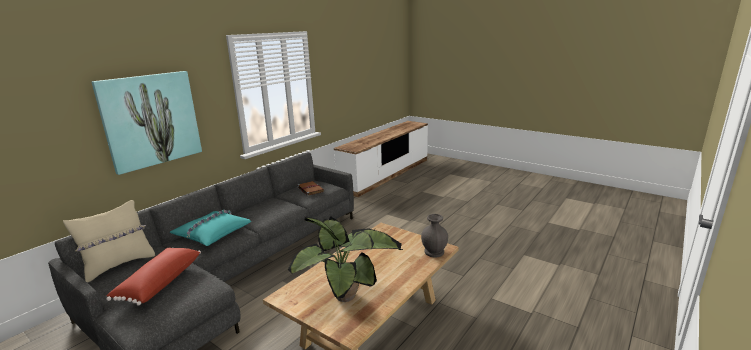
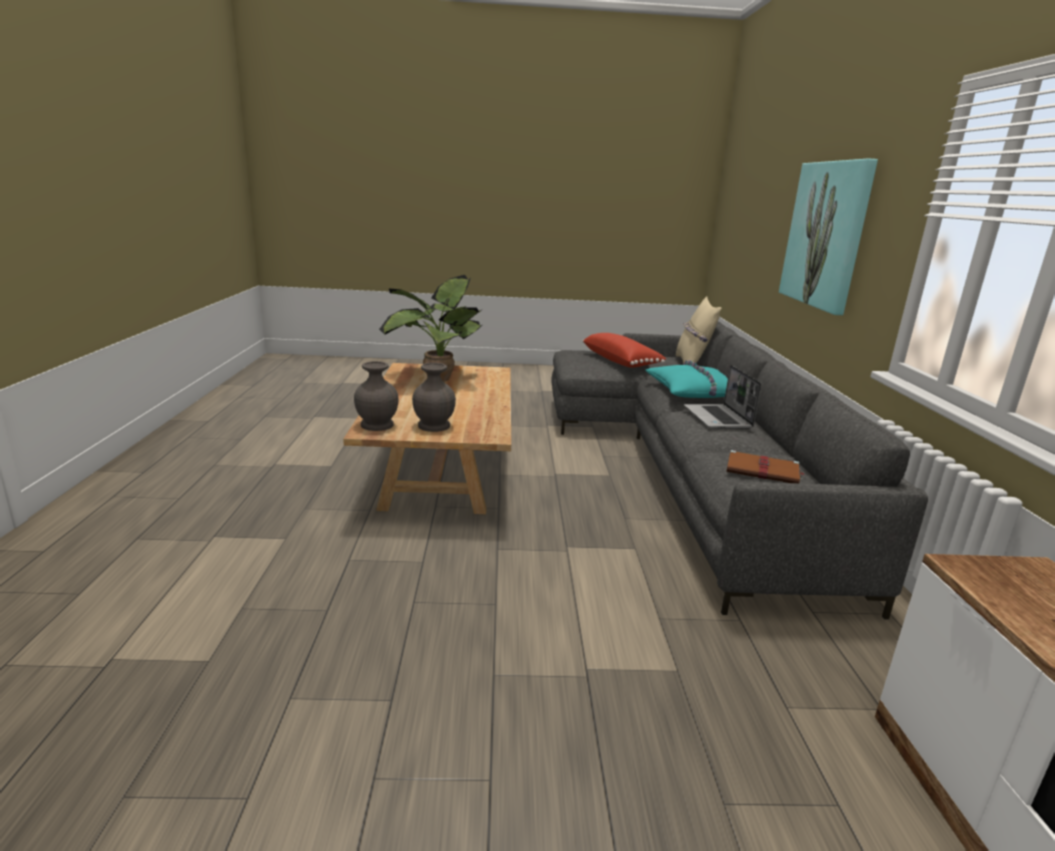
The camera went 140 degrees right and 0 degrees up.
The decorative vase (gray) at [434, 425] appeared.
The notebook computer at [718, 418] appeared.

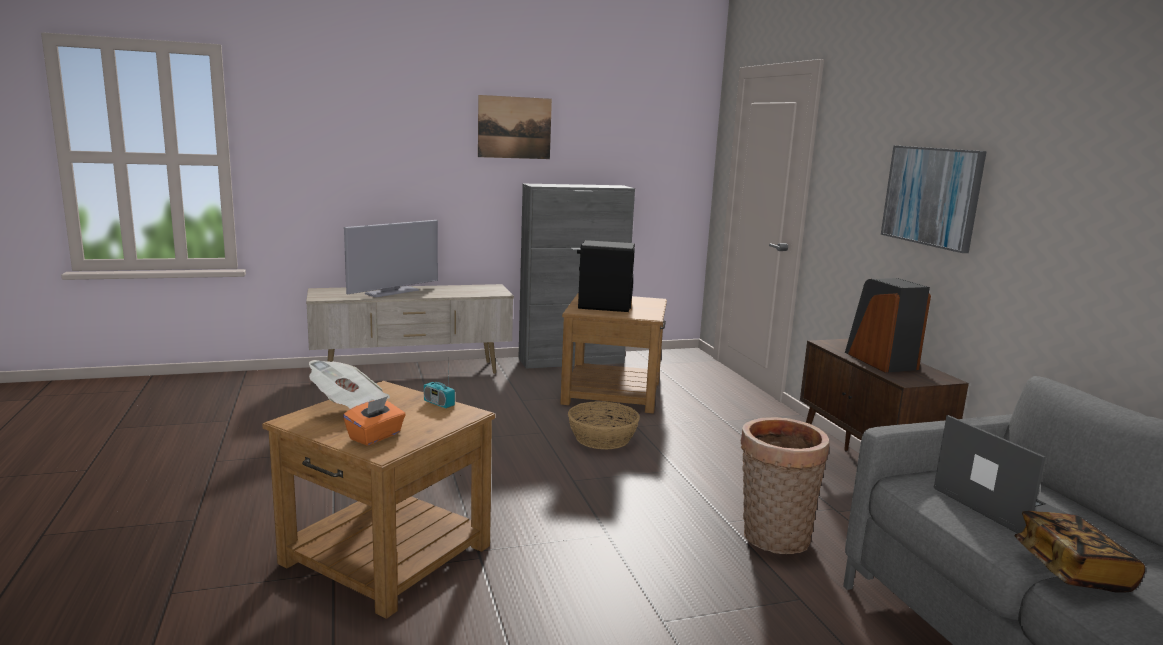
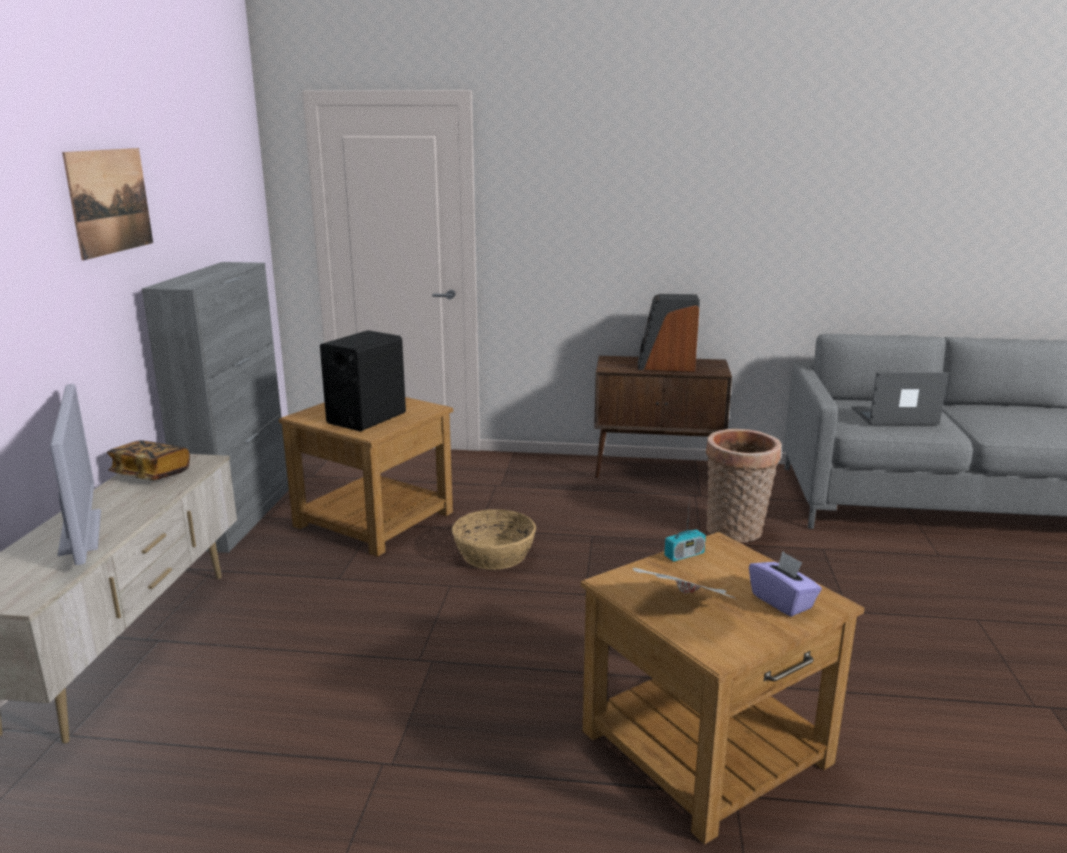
The camera went 65 degrees left and 5 degrees up.
The wall picture at [932, 196] disappeared.
The bound book moved from [1071, 570] to [151, 474].
The tissue box (orangey) at [375, 436] became the tissue box (purple-coloured) at [782, 601].

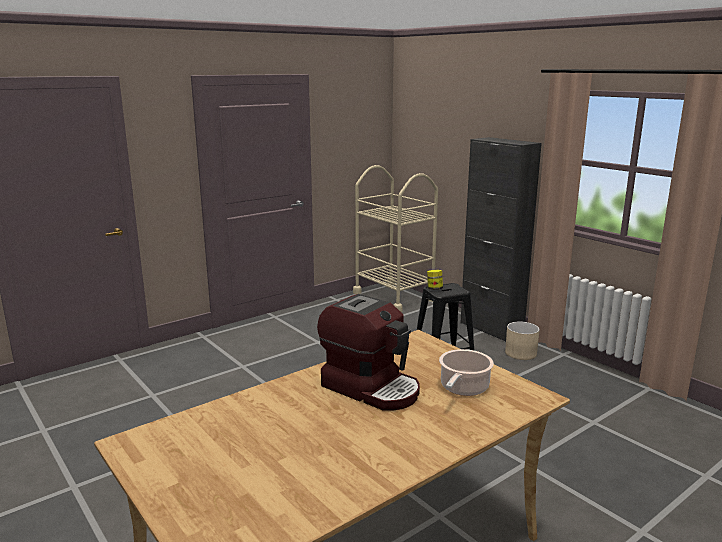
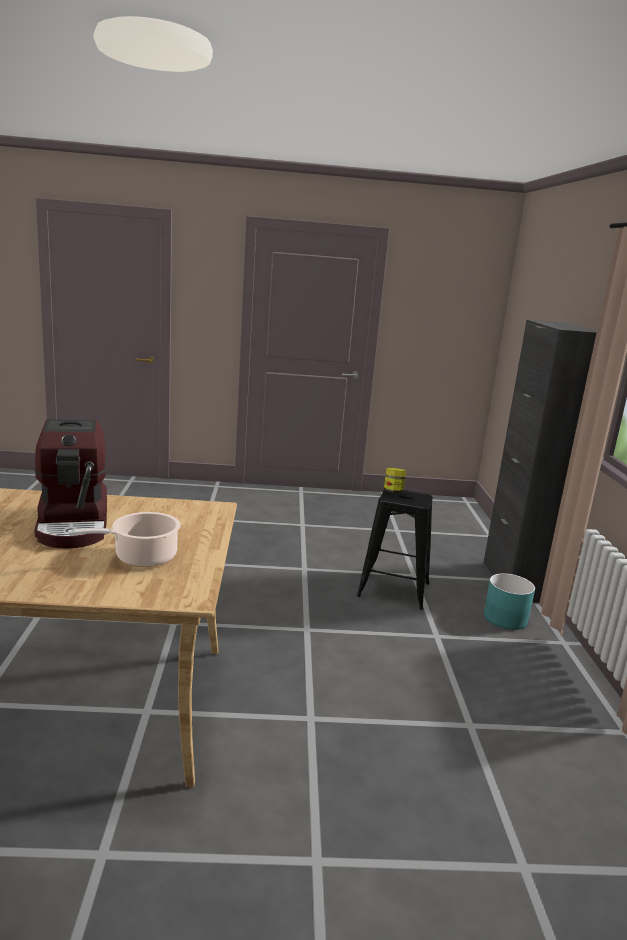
The camera went 35 degrees right and 0 degrees up.
The wheeled cart (beige-coloured) at [394, 297] disappeared.
The flower pot (beige-coloured) at [521, 353] became the flower pot (turquoise) at [505, 618].

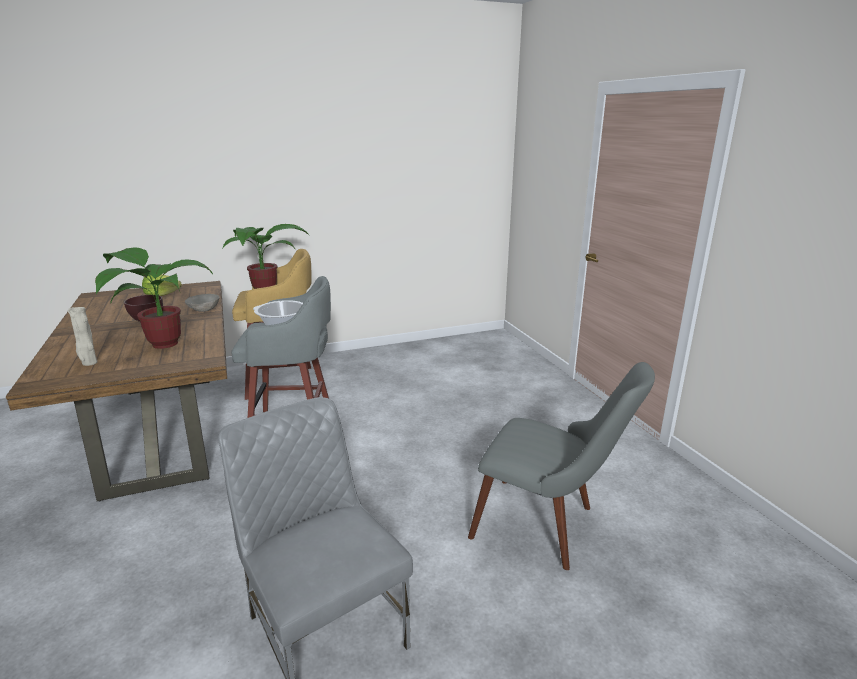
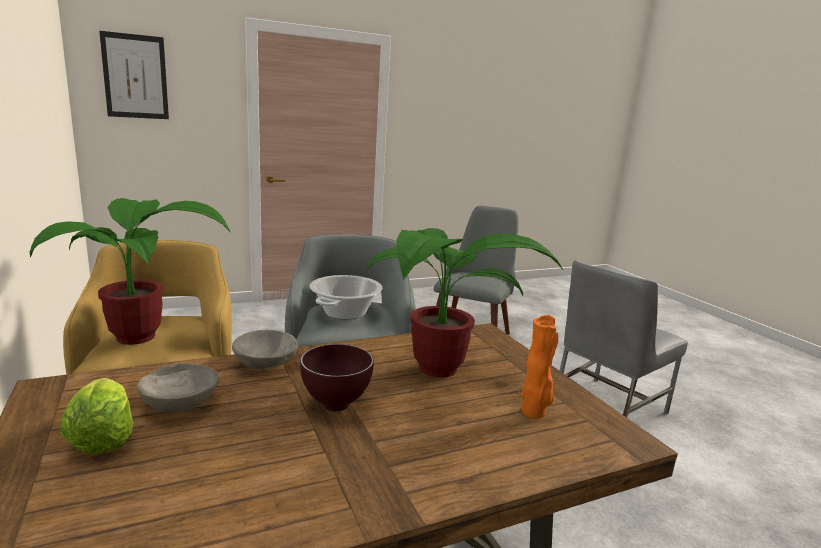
The camera went 95 degrees left and 5 degrees down.
The wall picture at [135, 76] appeared.
The bowl (gray) at [179, 405] appeared.
The decorative vase (beige-coloured) at [89, 363] became the decorative vase (orangey) at [534, 413].

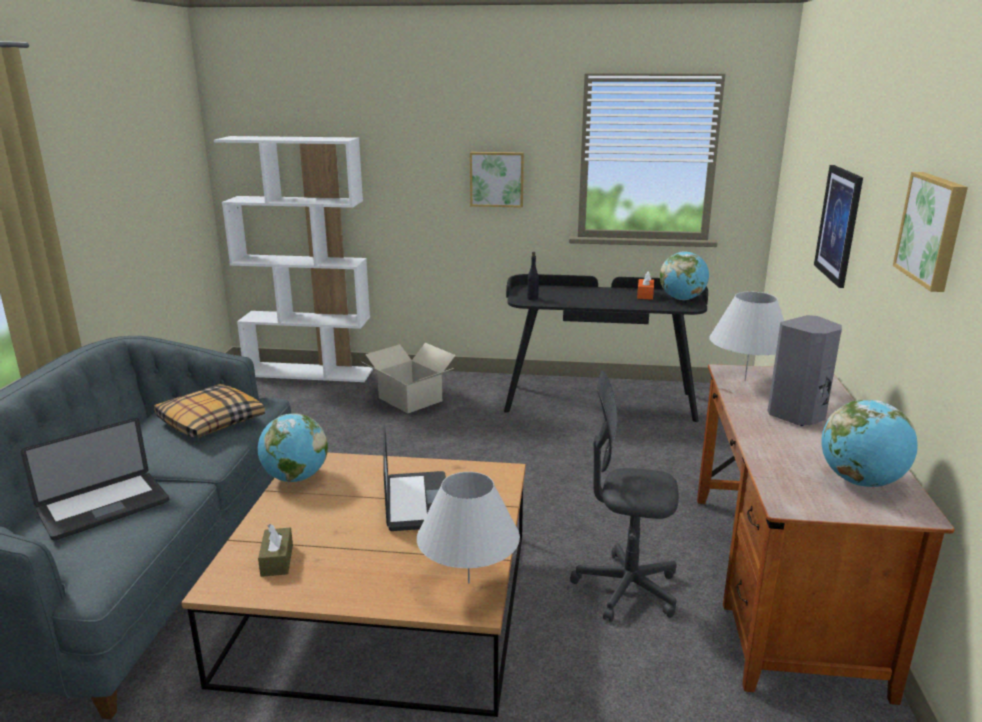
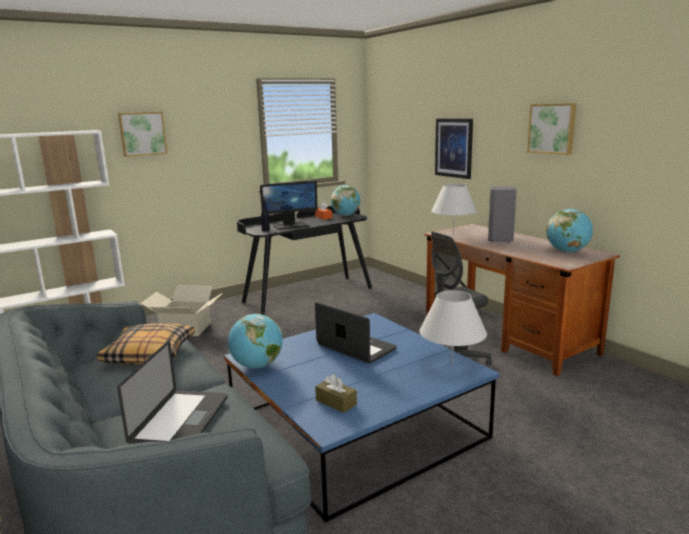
The camera went 40 degrees left and 5 degrees down.
The monitor at [291, 226] appeared.
The wall picture moved from [497, 179] to [142, 133].
The lounge table (brown-coloured) at [383, 604] became the lounge table (blue-coloured) at [356, 426].

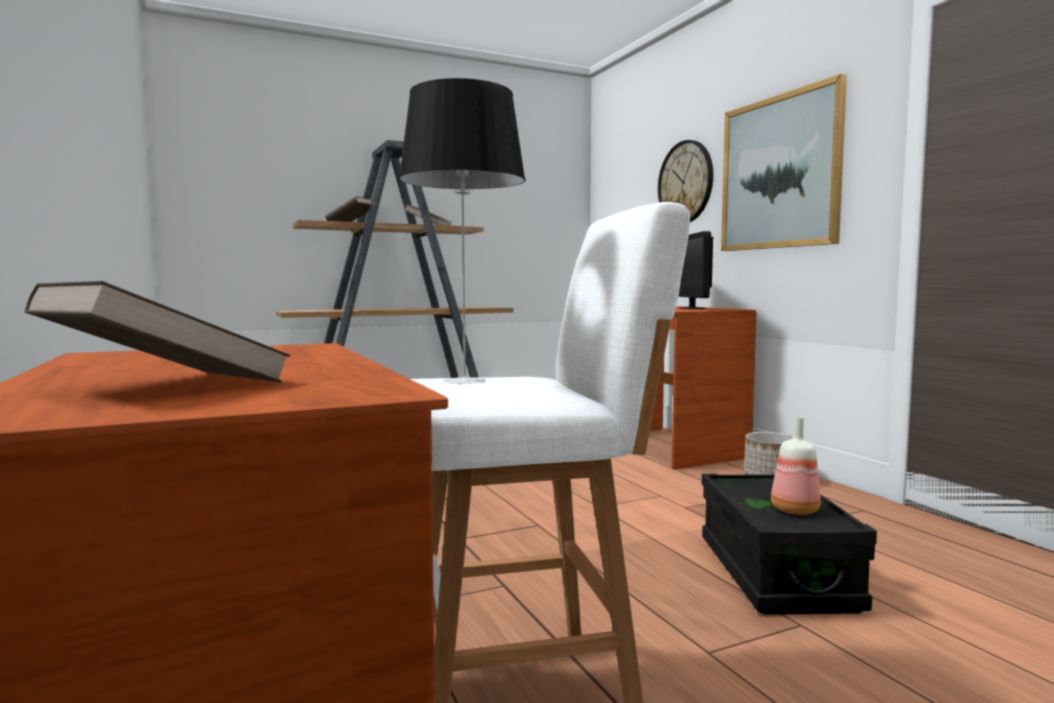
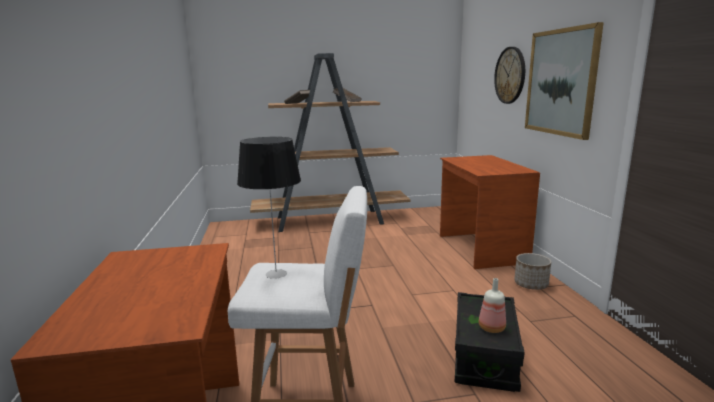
The camera went 15 degrees right and 10 degrees up.
The bound book (brown-coloured) at [165, 387] disappeared.
The monitor at [692, 308] disappeared.

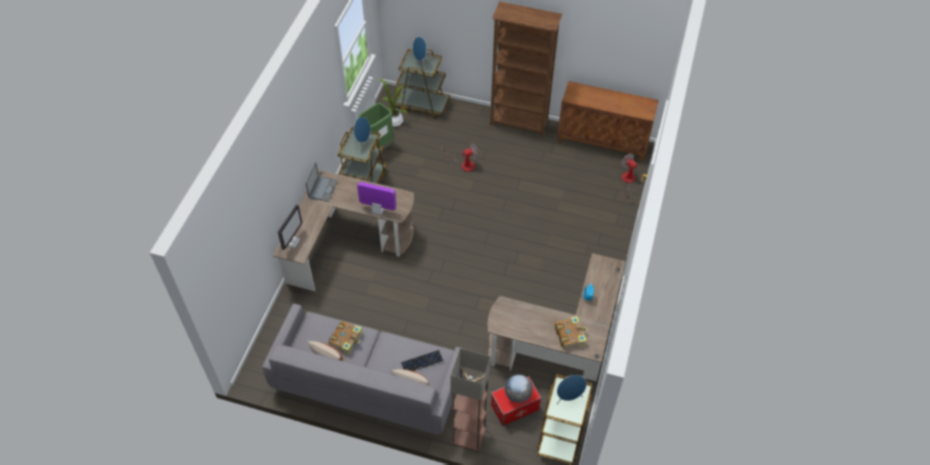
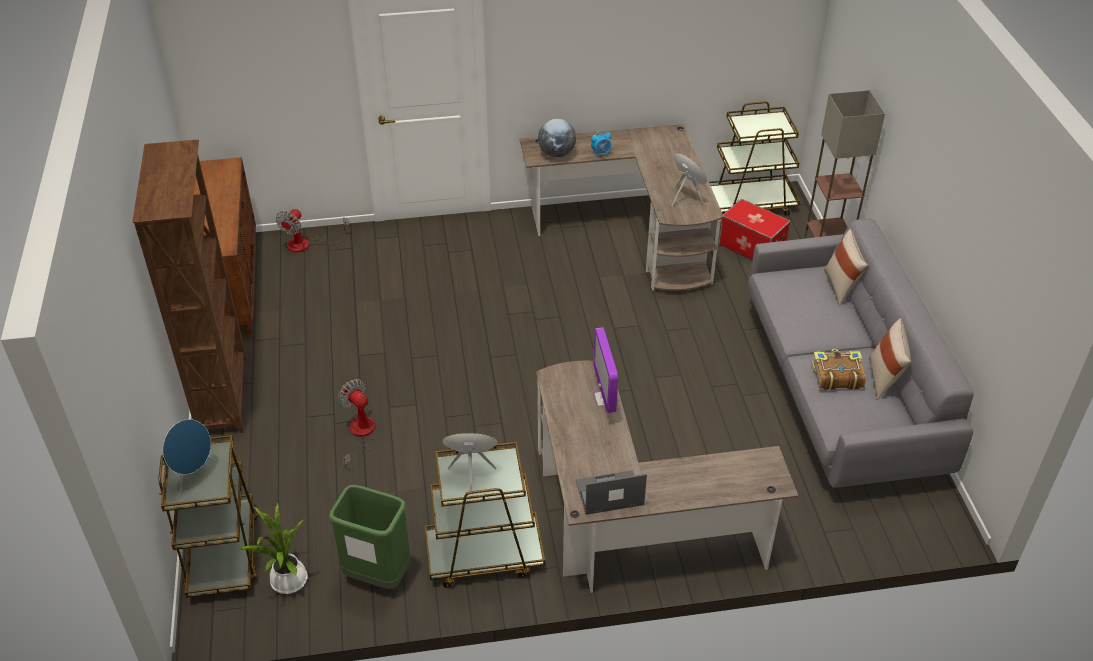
The camera went 115 degrees left and 10 degrees down.
The monitor at [292, 241] disappeared.
The PC keyboard at [422, 362] disappeared.
The bound book at [570, 335] disappeared.
The desk globe moved from [518, 395] to [557, 153].
The speaker (blue-coloured) moved from [568, 397] to [685, 197].

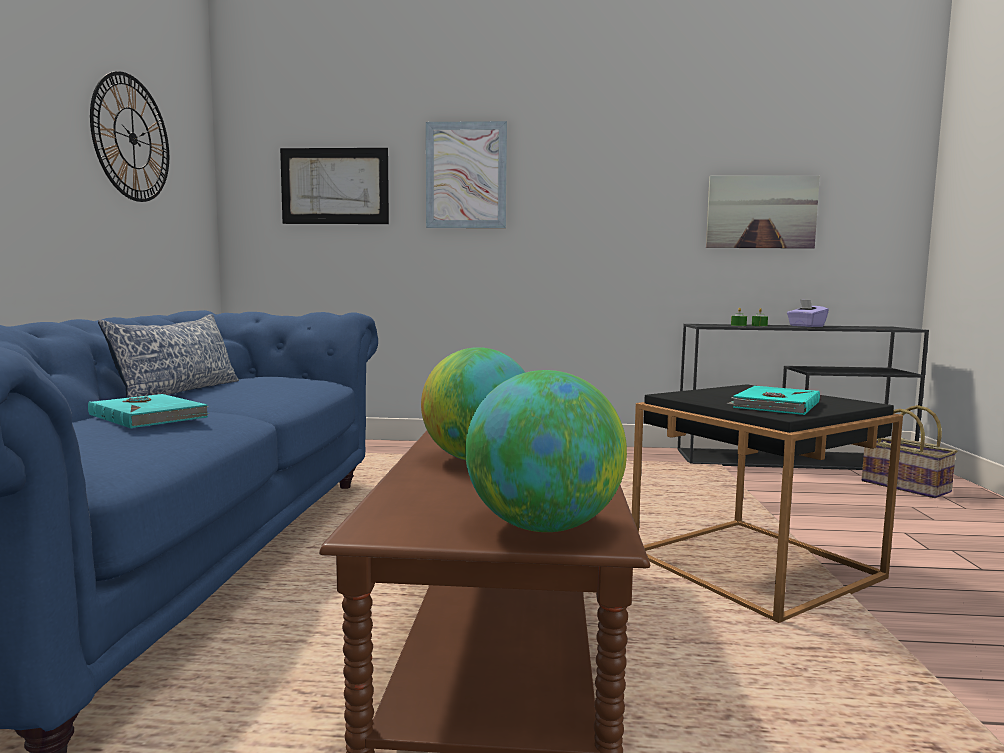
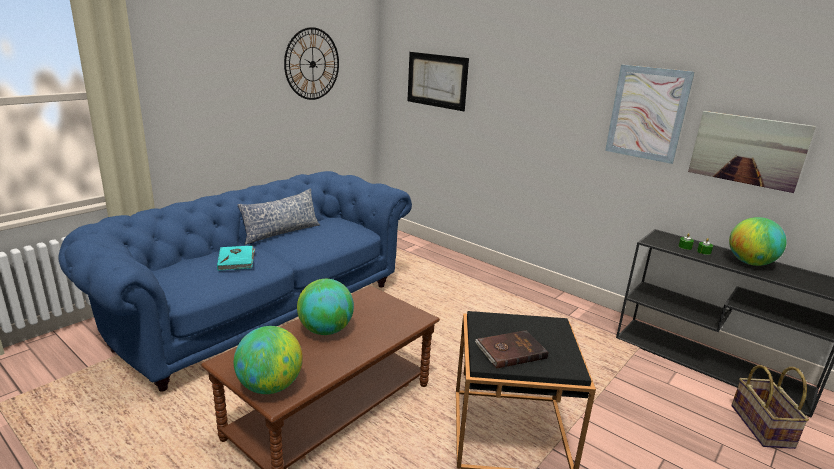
The camera went 35 degrees right and 15 degrees up.
The wall picture moved from [466, 175] to [647, 113].
The tissue box (purple-coloured) at [806, 326] was replaced by the desk globe at [750, 263].
The bound book (turquoise) at [774, 405] became the bound book (brown-coloured) at [510, 351].

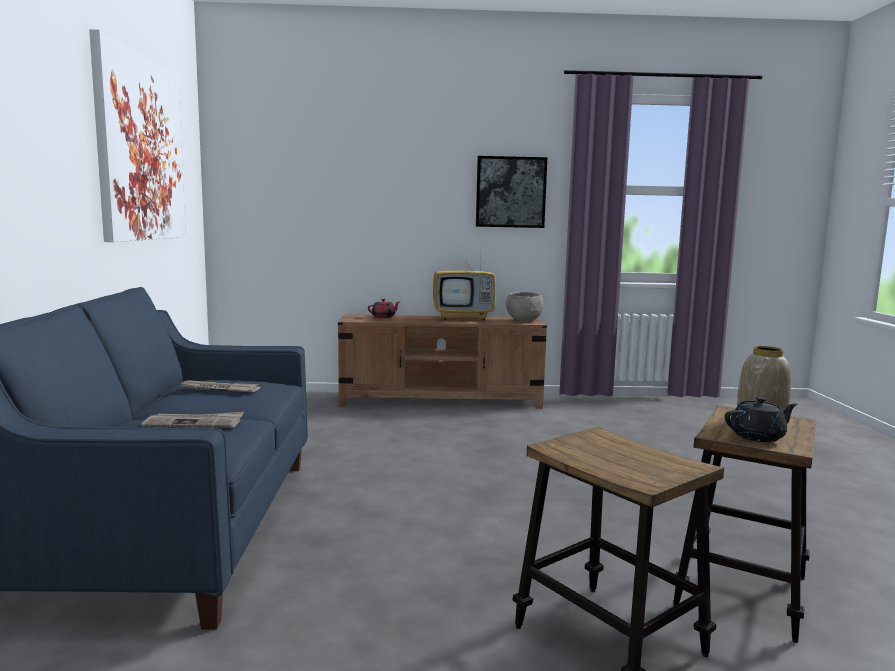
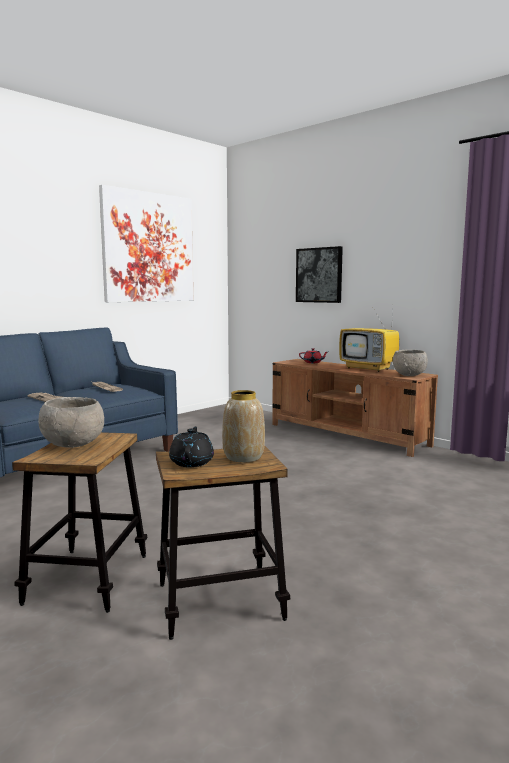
The camera went 45 degrees right and 0 degrees up.
The bowl (gray) at [73, 445] appeared.
The wall picture moved from [510, 192] to [319, 275].
The tea pot (black) at [758, 437] turned 120 degrees counterclockwise.

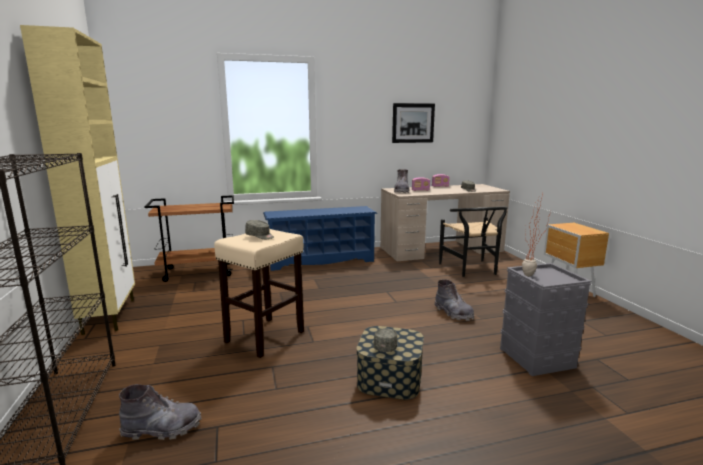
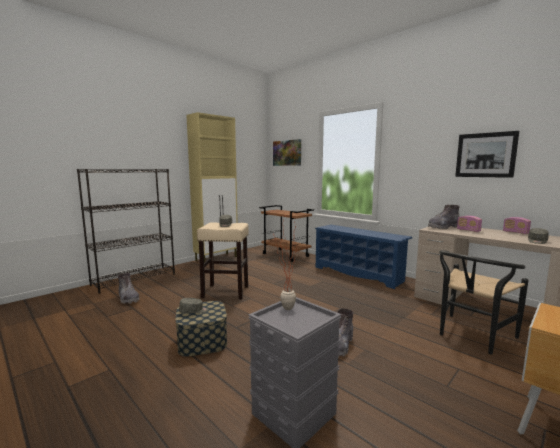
The camera went 60 degrees right and 5 degrees down.
The wall picture at [287, 153] appeared.

